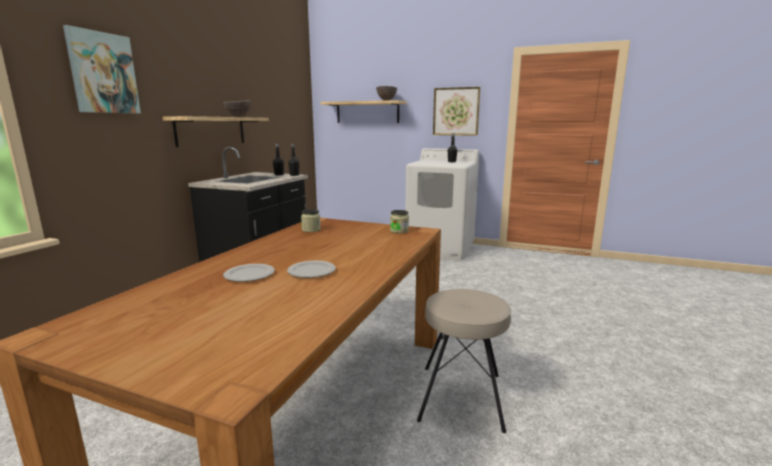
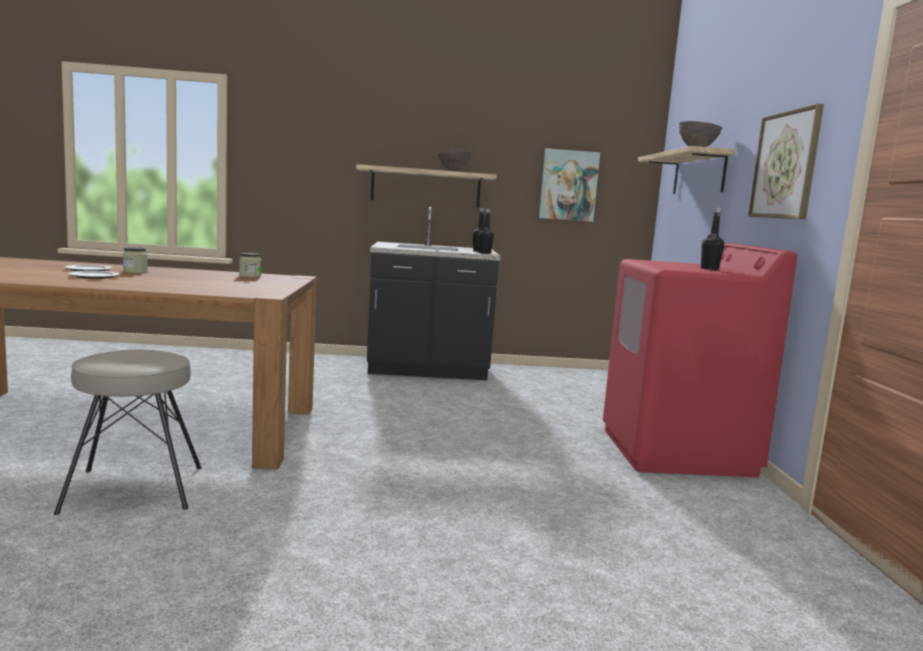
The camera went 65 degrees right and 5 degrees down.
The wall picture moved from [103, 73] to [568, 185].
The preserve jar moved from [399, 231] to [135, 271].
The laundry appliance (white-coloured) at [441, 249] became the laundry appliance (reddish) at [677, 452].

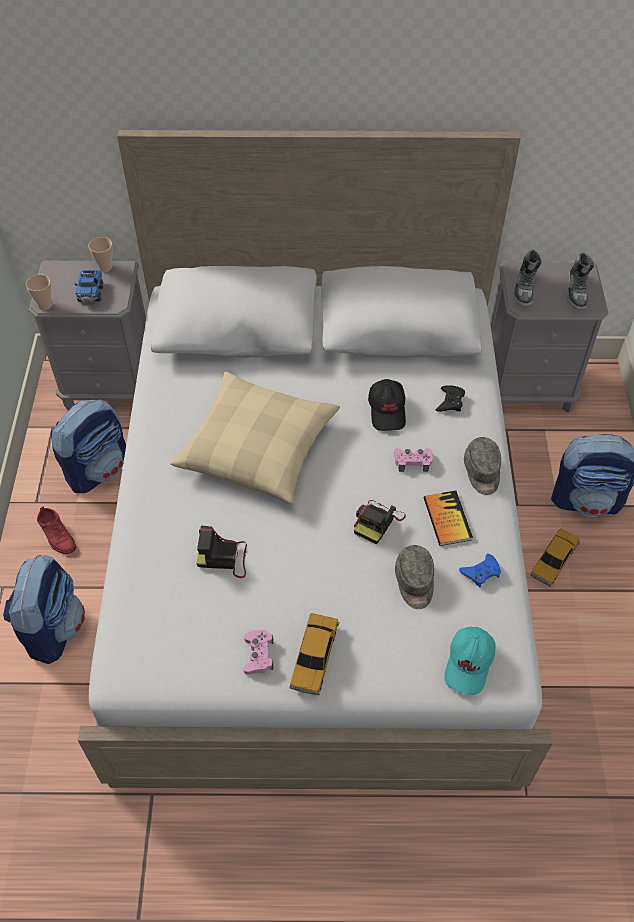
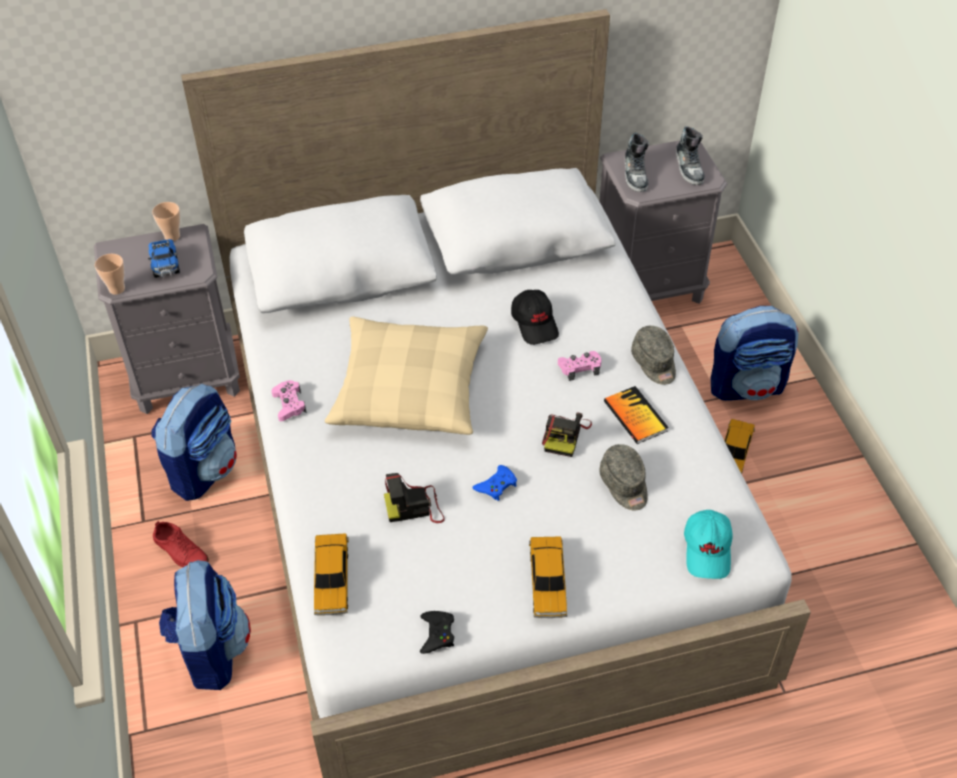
The camera went 15 degrees left and 5 degrees down.
The miniature car at [332, 580] appeared.
The game controller (pink-coloured) moved from [258, 655] to [289, 404].
The game controller (black) moved from [450, 402] to [437, 634].
The game controller (blue-coloured) moved from [481, 572] to [496, 485].

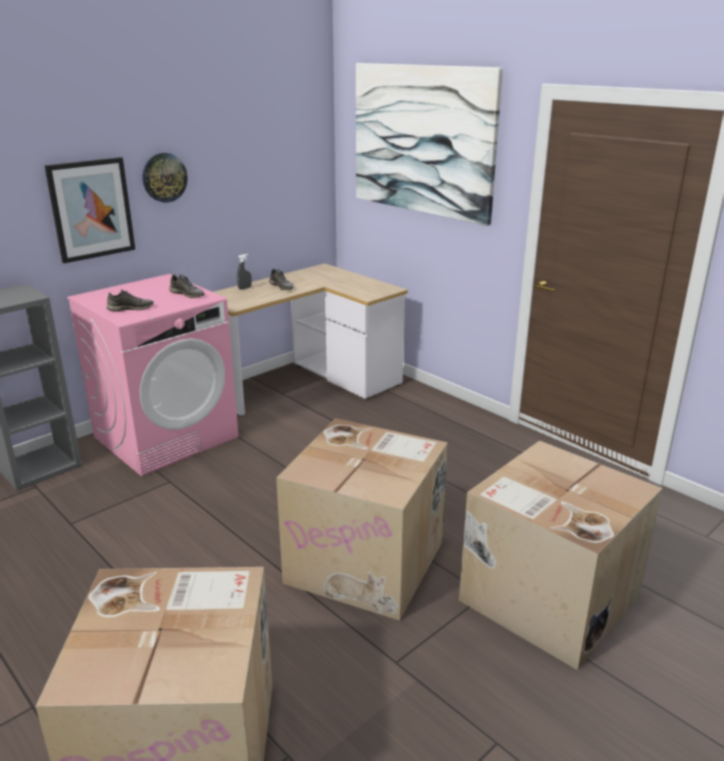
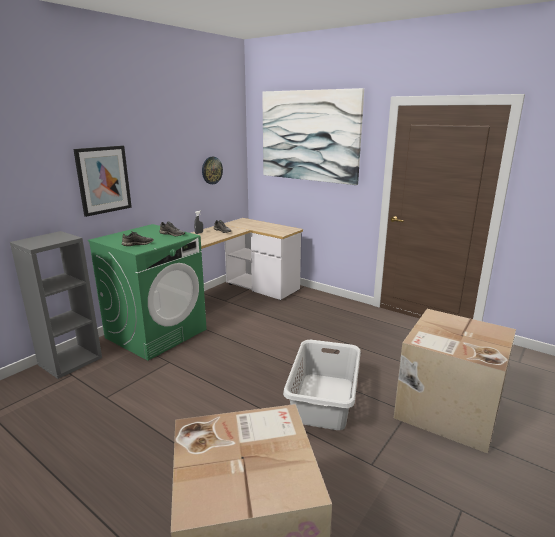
The camera went 10 degrees left and 5 degrees down.
The clock on the wall moved from [164, 177] to [211, 170].
The cardboard box at [367, 561] was replaced by the washing basket (gray) at [324, 400].
The laundry appliance (pink-coloured) at [166, 436] became the laundry appliance (greenish) at [156, 333].

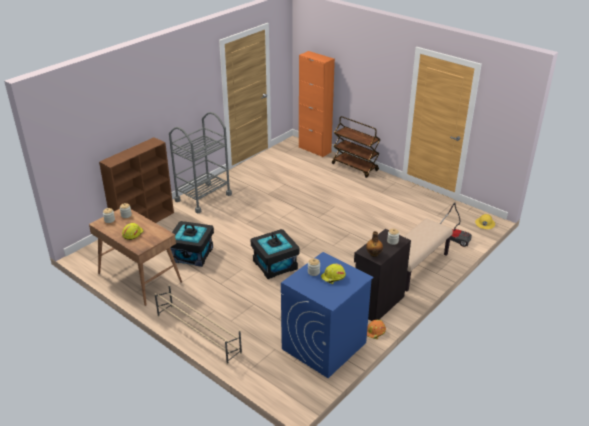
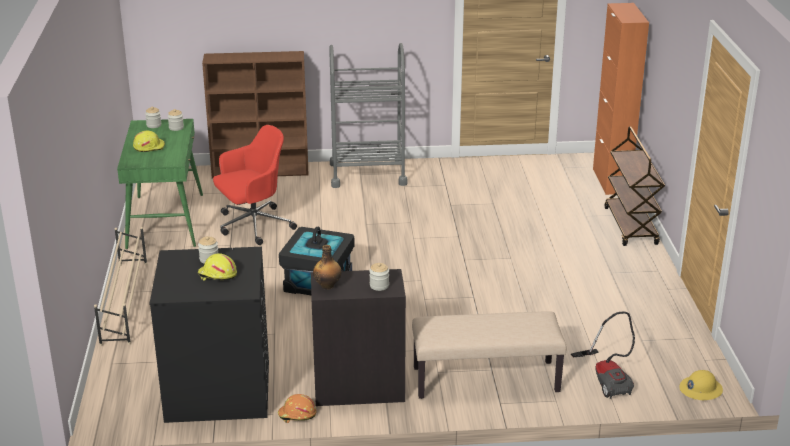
The camera went 45 degrees right and 5 degrees down.
The storage box (black) at [192, 254] was replaced by the desk chair (reddish) at [253, 225].
The desk unit (brown-coloured) at [139, 278] became the desk unit (greenish) at [165, 221].
The laundry appliance (blue-coloured) at [324, 346] became the laundry appliance (black) at [217, 391].

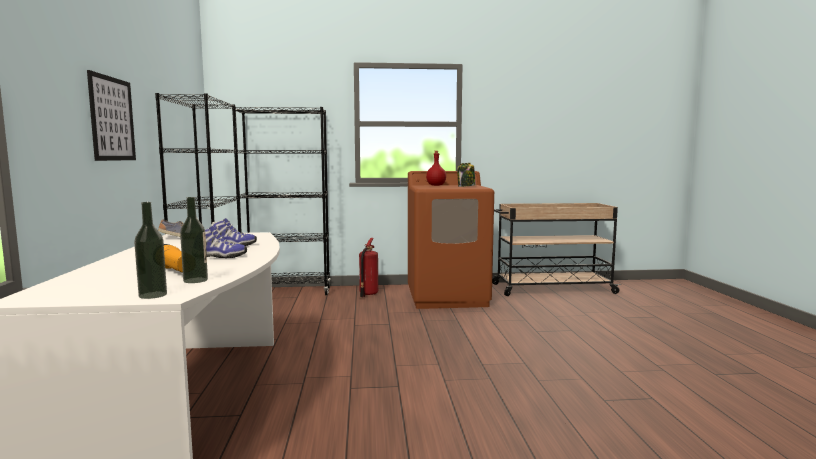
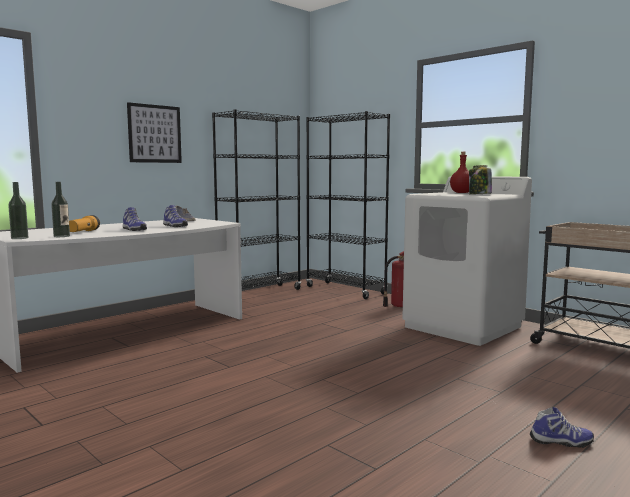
The camera went 50 degrees right and 0 degrees up.
The item of footwear at [561, 442] appeared.
The laundry appliance (brown-coloured) at [448, 297] became the laundry appliance (white-coloured) at [463, 327].

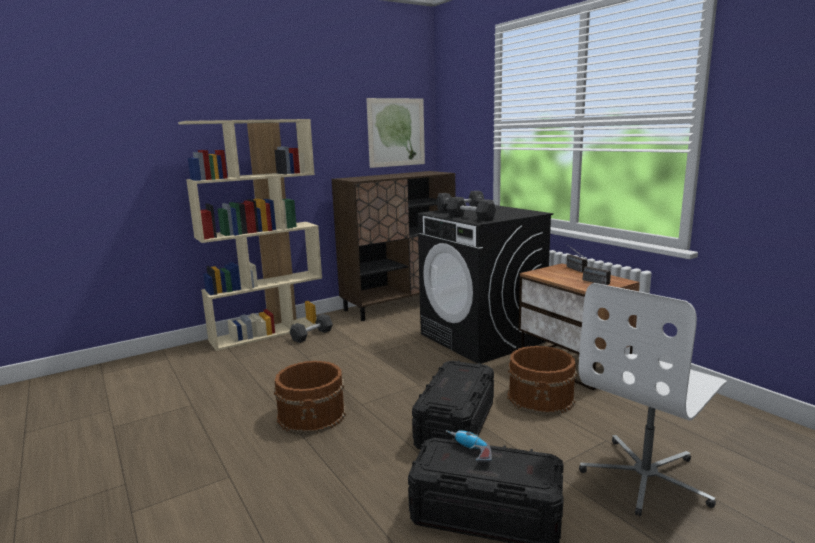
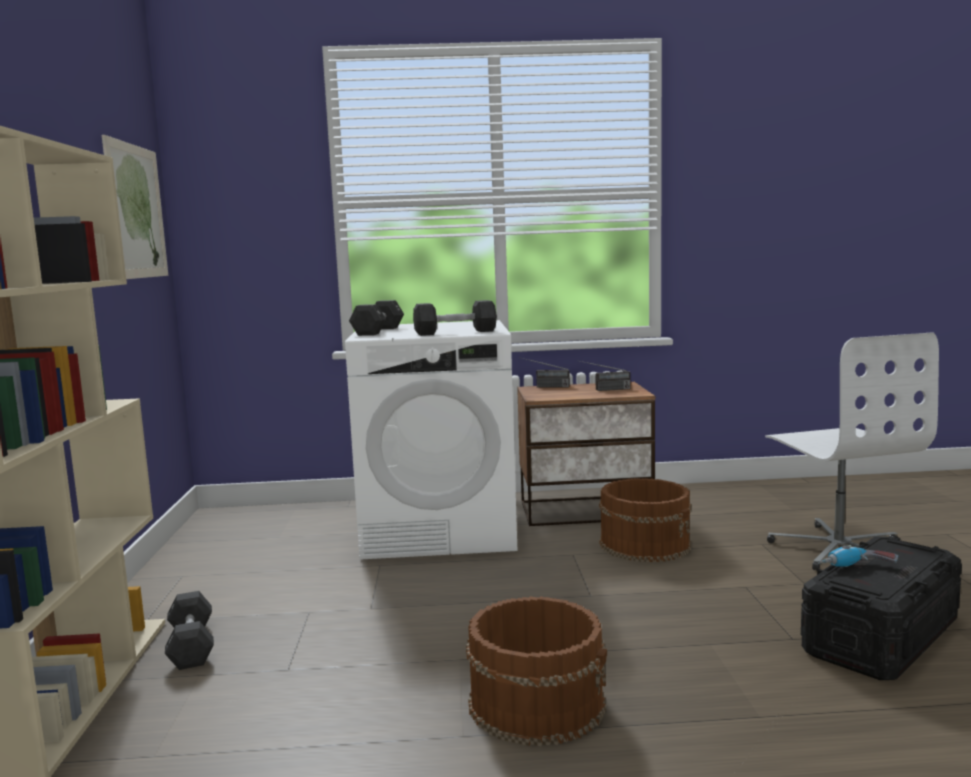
The camera went 60 degrees left and 5 degrees down.
The cabinet (brown-coloured) at [399, 304] disappeared.
The storage box (black) at [456, 425] disappeared.
The laundry appliance (black) at [482, 338] became the laundry appliance (white-coloured) at [440, 529].

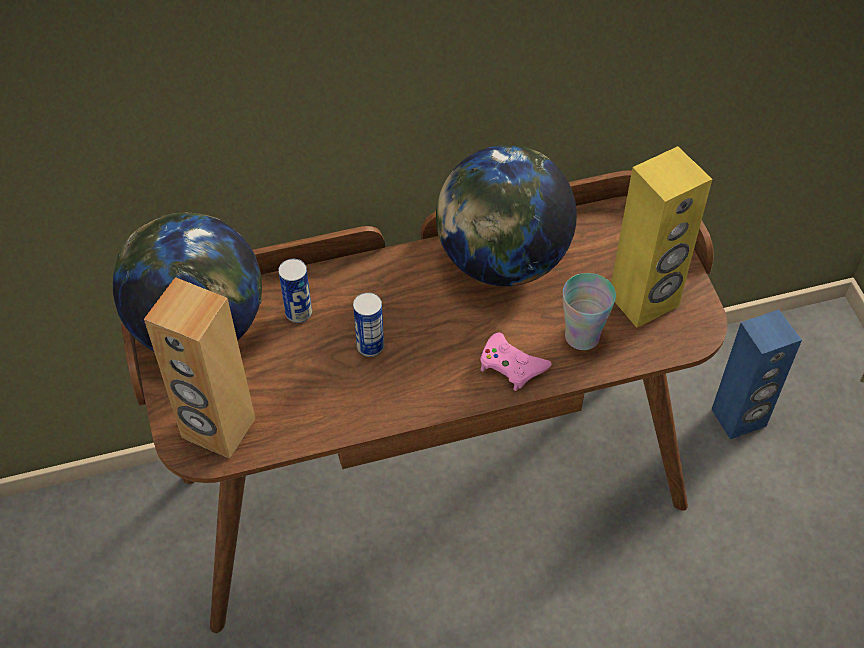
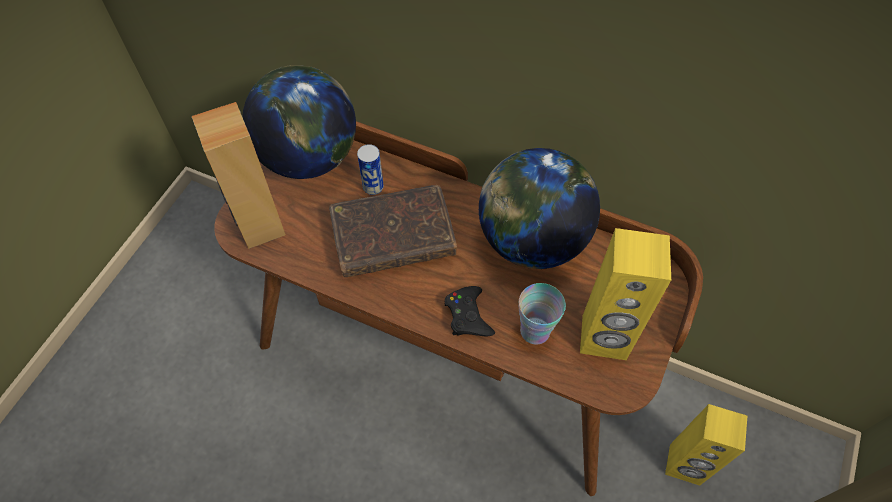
The camera went 40 degrees right and 5 degrees up.
The can at [370, 346] was replaced by the bound book (brown-coloured) at [393, 238].
The game controller (pink-coloured) at [511, 365] became the game controller (black) at [468, 315].
The speaker (blue-coloured) at [739, 418] became the speaker (yellowish) at [684, 465].

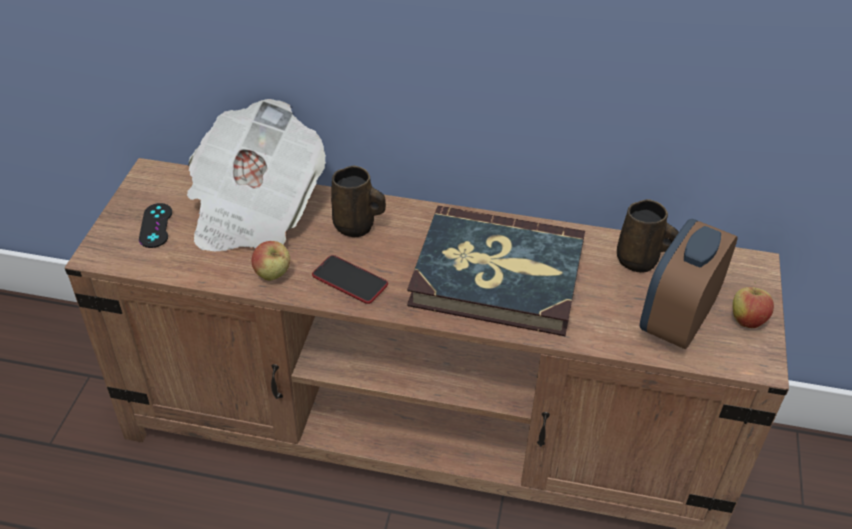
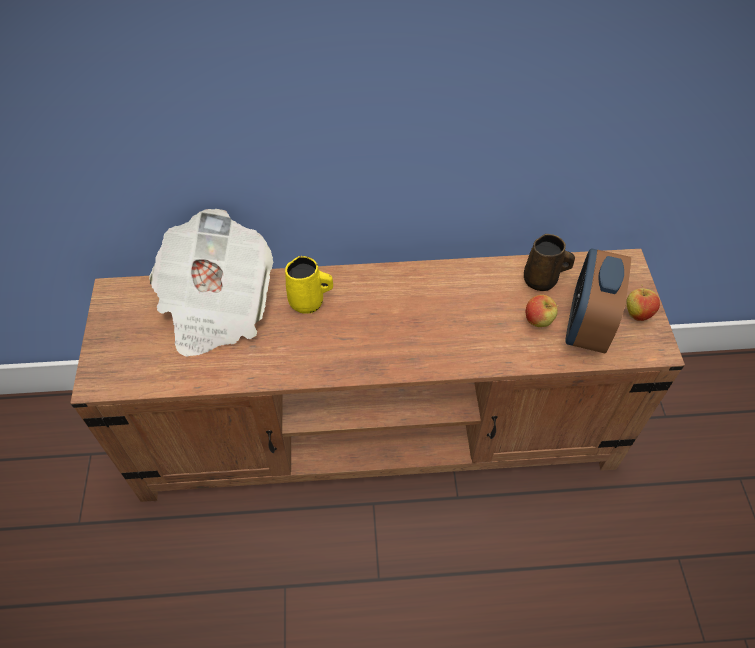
The camera went 15 degrees left and 10 degrees up.
The game controller (black) at [156, 226] disappeared.
The handset at [350, 280] disappeared.
The bound book at [497, 275] disappeared.
The whole apple moved from [273, 275] to [538, 321].
The tea mug (brown-coloured) at [356, 226] became the tea mug (yellowish) at [308, 302].

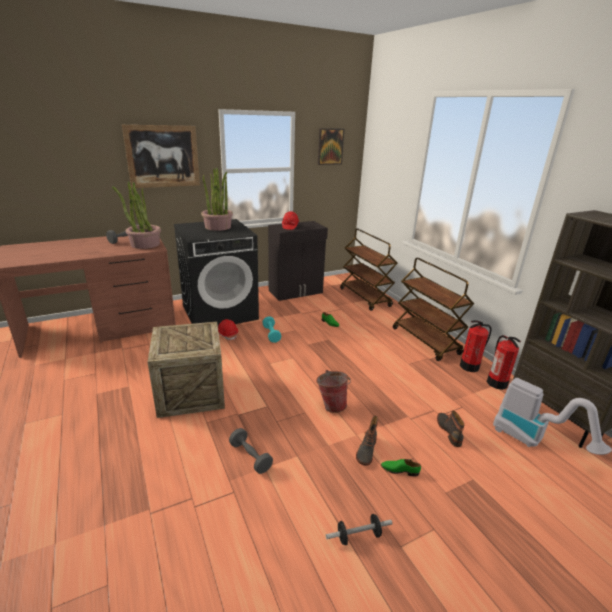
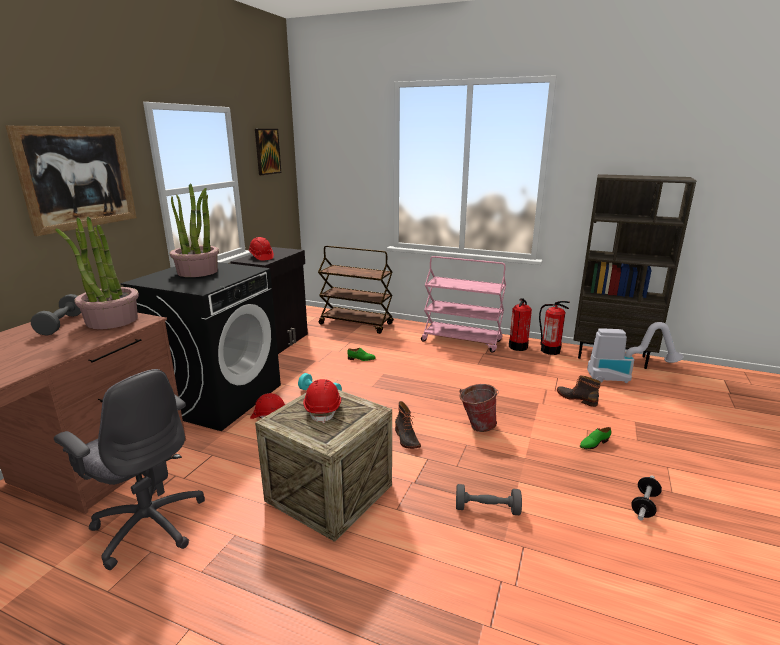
The camera went 40 degrees left and 5 degrees down.
The desk chair (gray) at [149, 524] appeared.
The hard hat (reddish) at [323, 409] appeared.
The tall boot moved from [366, 451] to [406, 439].
The wheeled cart (brown-coloured) at [426, 341] became the wheeled cart (pink-coloured) at [462, 341].

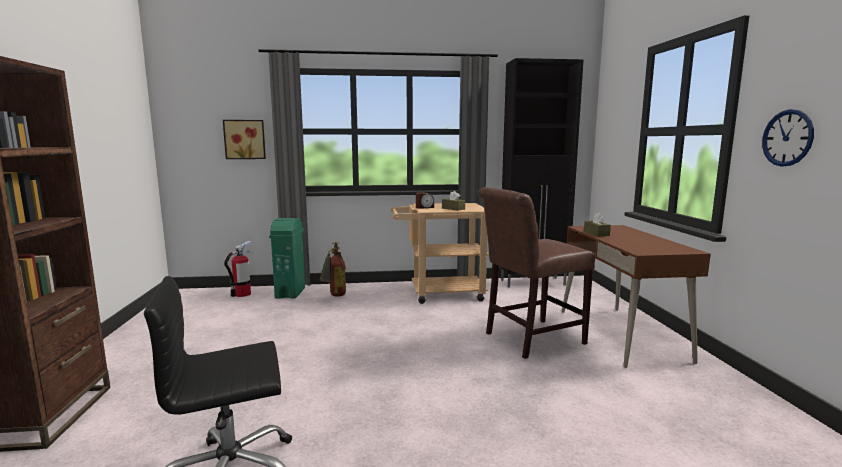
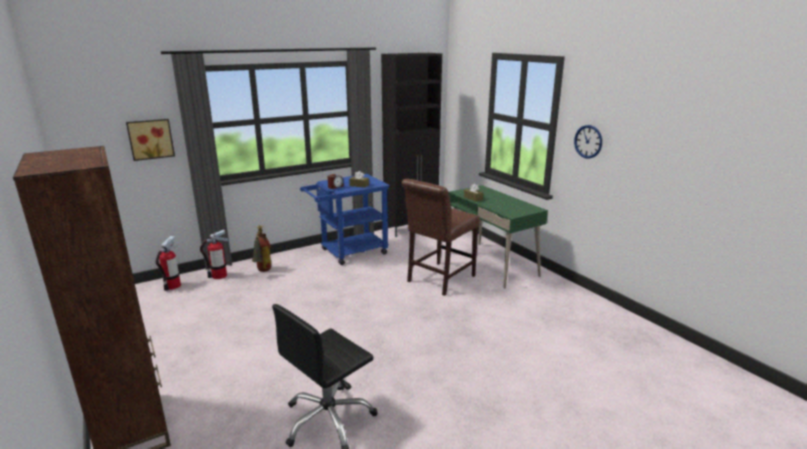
The camera went 25 degrees left and 10 degrees up.
The trash can (greenish) at [290, 293] was replaced by the fire extinguisher at [219, 276].
The wheeled cart (beige-coloured) at [439, 294] became the wheeled cart (blue-coloured) at [348, 253].
The desk unit (brown-coloured) at [621, 334] became the desk unit (greenish) at [491, 264].

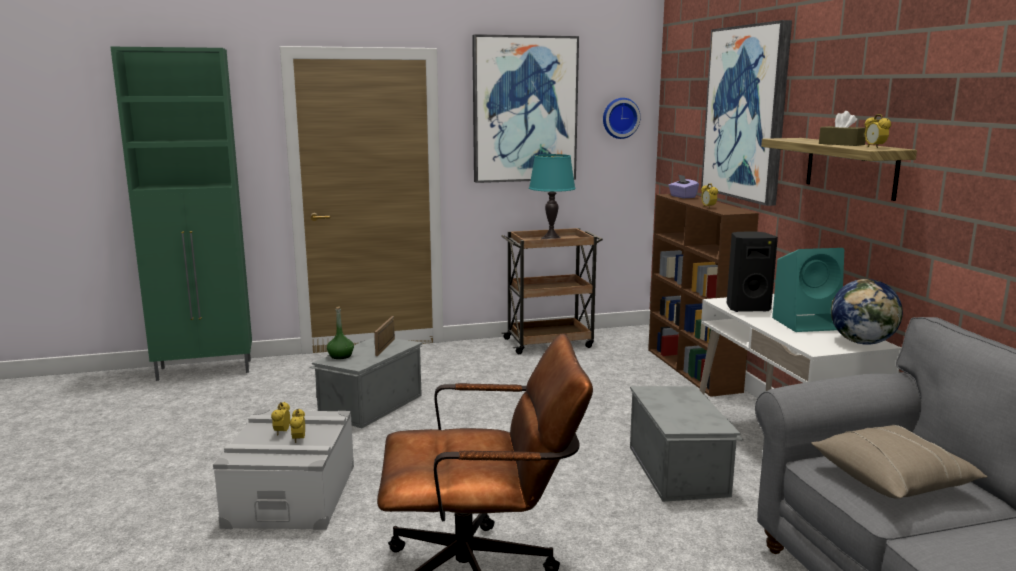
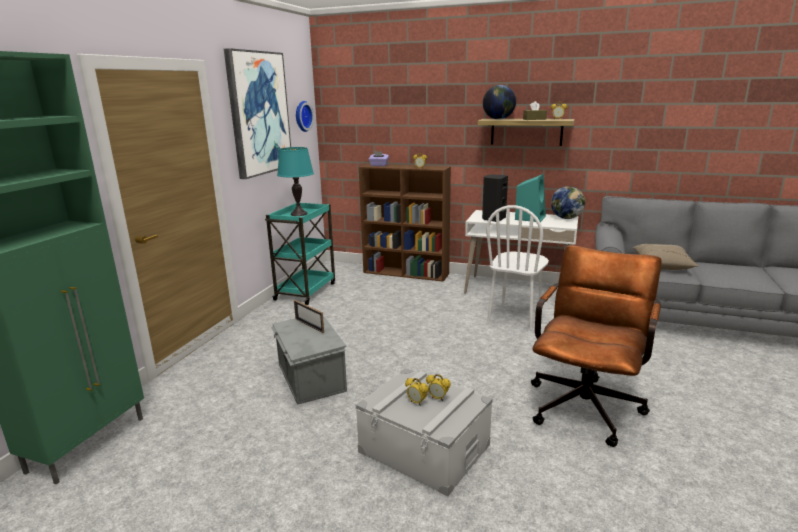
The camera went 55 degrees left and 5 degrees up.
The drink bottle (greenish) at [340, 356] disappeared.
The wall picture at [746, 113] disappeared.
The desk globe at [498, 119] appeared.
The storage box (gray) at [679, 470] was replaced by the plain chair (white-coloured) at [515, 316].
The wheeled cart (brown-coloured) at [550, 343] became the wheeled cart (turquoise) at [306, 291].

